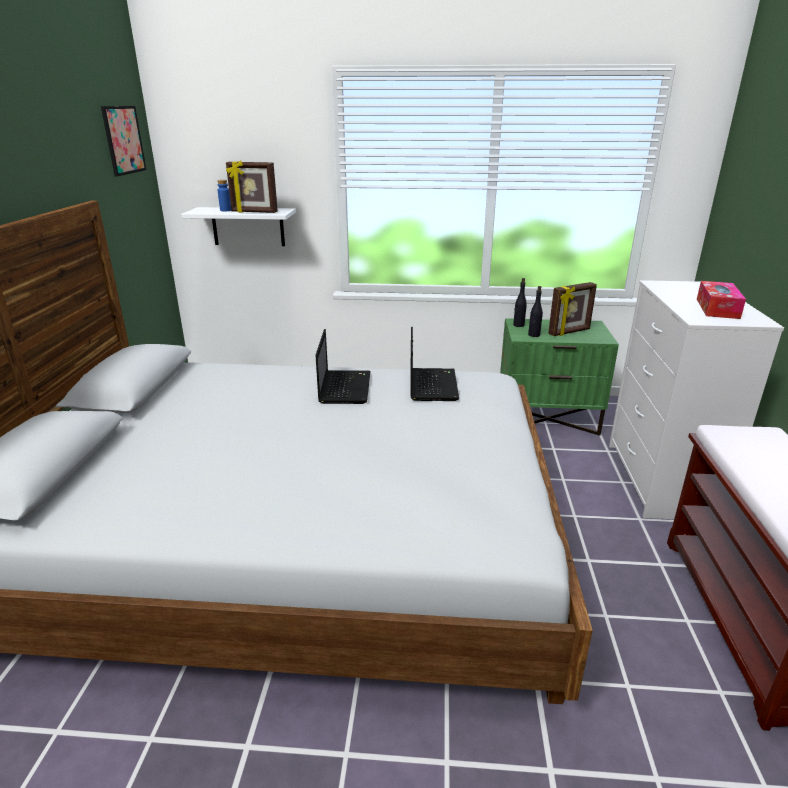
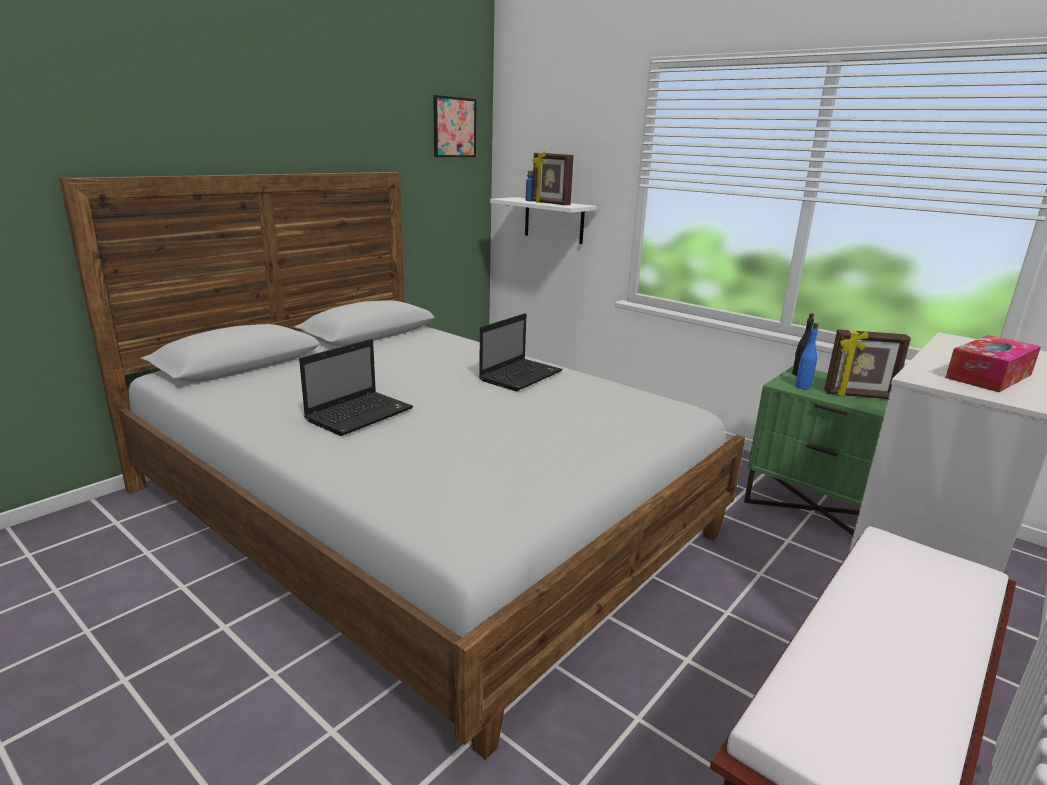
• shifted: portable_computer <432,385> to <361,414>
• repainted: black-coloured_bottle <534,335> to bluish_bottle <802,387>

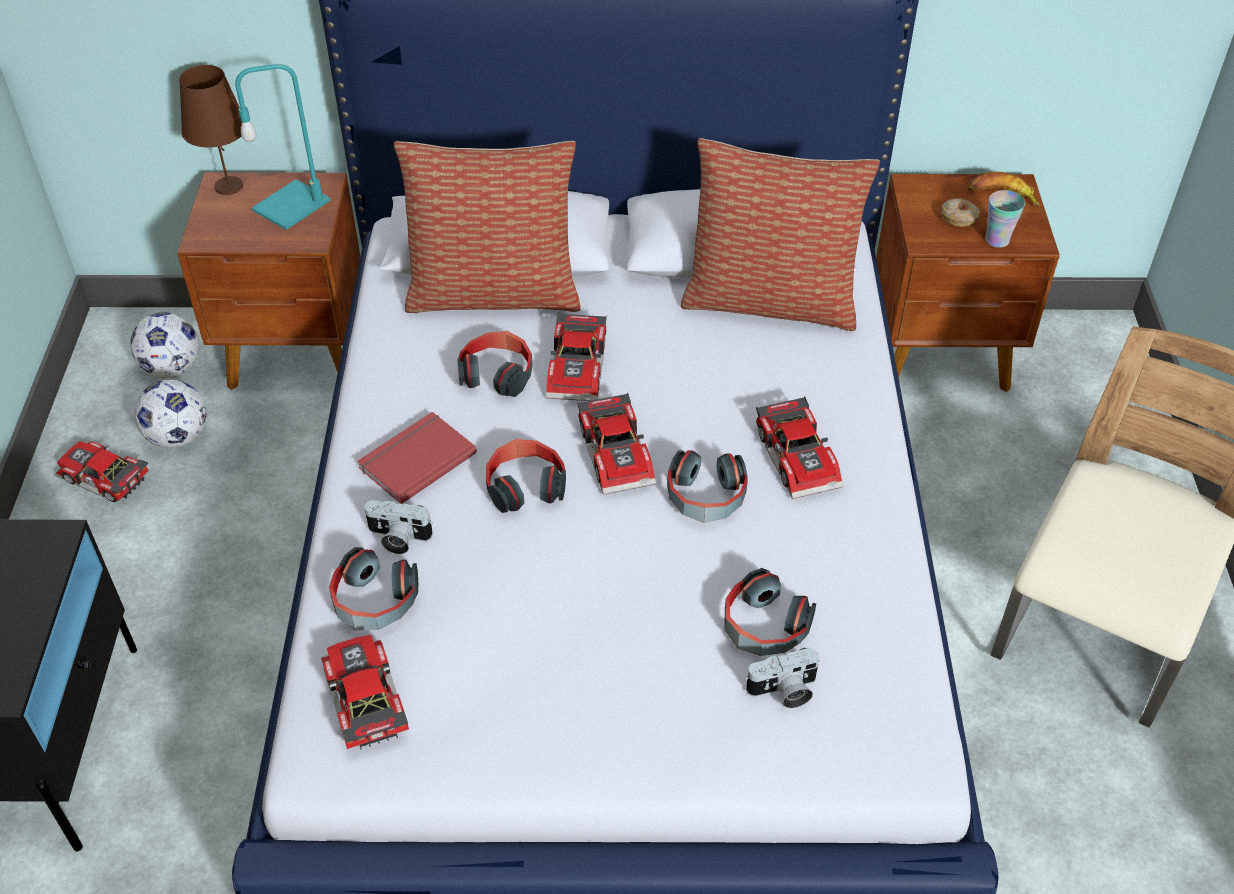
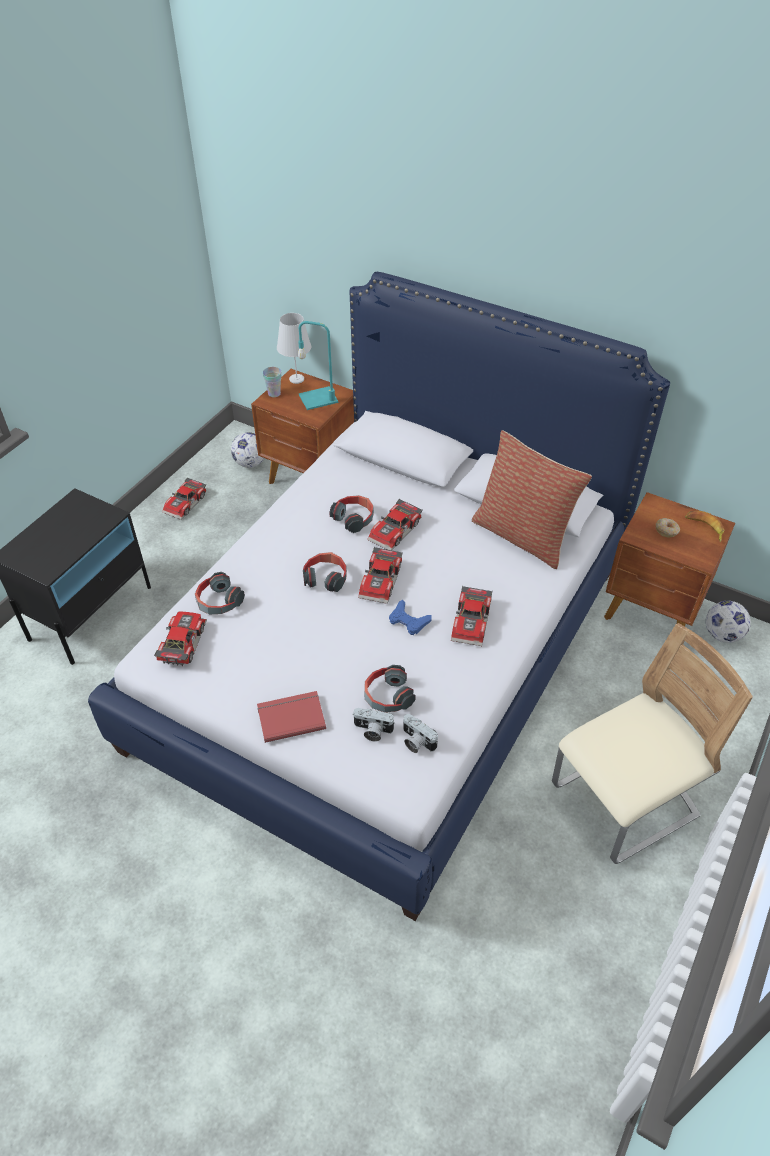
• gone: cushion <494,292>
• shifted: football_ball <178,437> to <722,634>
• shifted: red-coloured_book <415,459> to <290,716>
• shifted: still_camera <397,538> to <416,741>
• shifted: small_cup <997,240> to <274,393>
• swapped: headset <706,497> to bluish_game_controller <408,621>
• repainted: brown-coloured_tabletop_lamp <228,186> to white_tabletop_lamp <296,379>
• rotated: model_car <102,479> = <186,504> 120 degrees counterclockwise

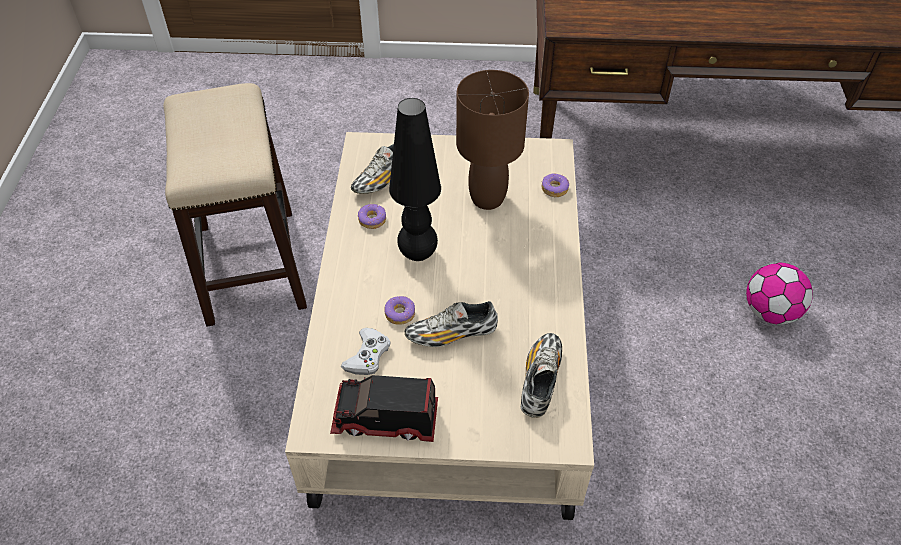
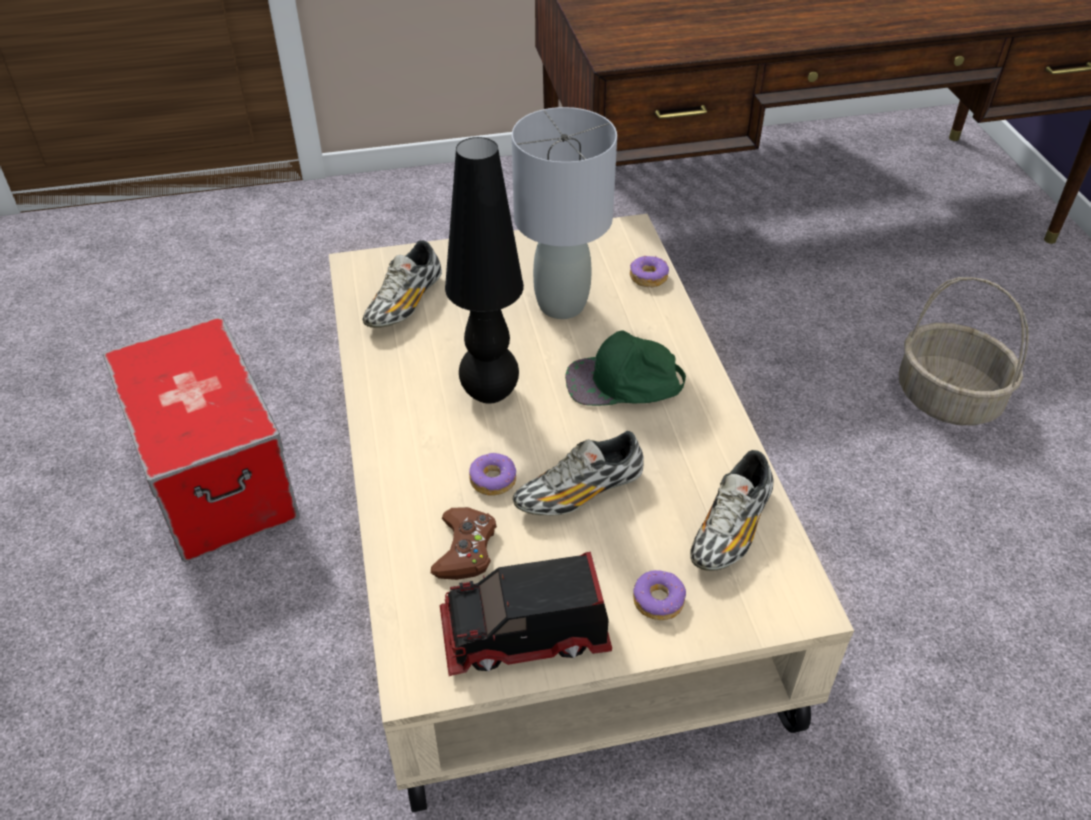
• new: green-coloured_baseball_cap <624,383>
• shifted: donut <372,220> to <658,600>
• swapped: stool_seat <251,264> to storage_bin <215,476>
• swapped: football_ball <770,312> to storage_basket <946,398>
• repainted: white_game_controller <367,356> to brown-coloured_game_controller <465,549>
• repainted: brown-coloured_tabletop_lamp <488,198> to grey_tabletop_lamp <562,304>
• rotated: item_of_footwear <540,380> = <731,529> 150 degrees counterclockwise

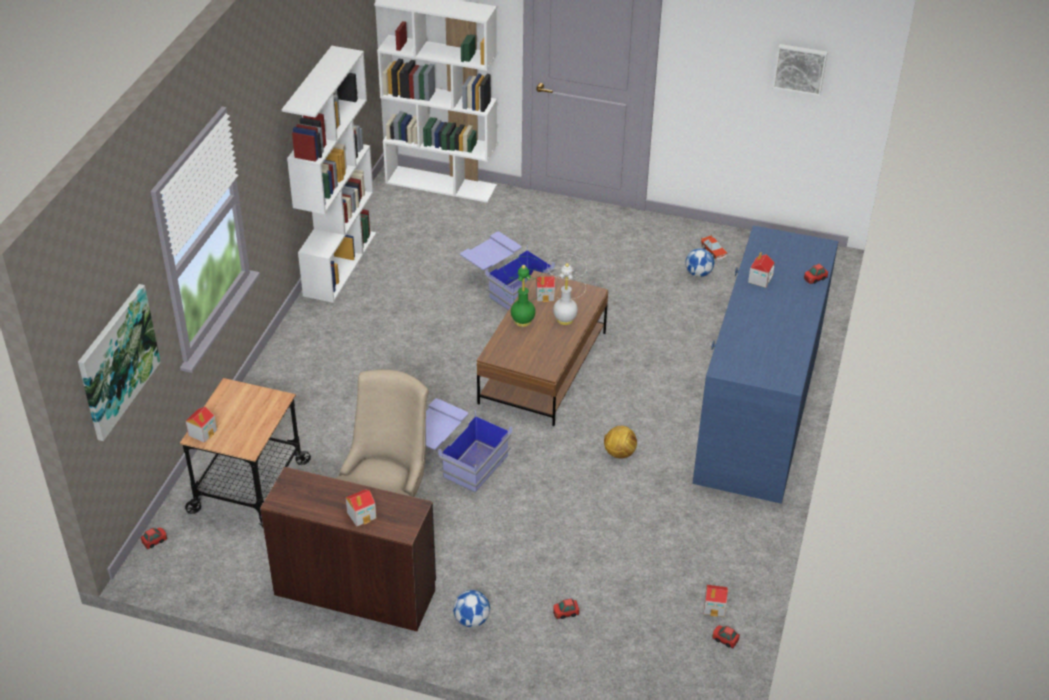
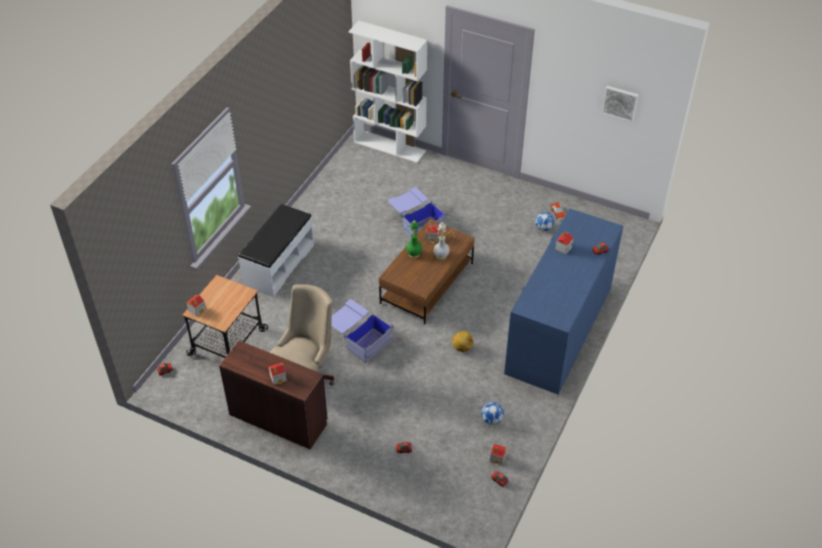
• gone: wall_picture <117,361>
• gone: white_bookcase <340,263>
• new: white_long_seat <278,265>
• shifted: football_ball <472,620> to <492,420>

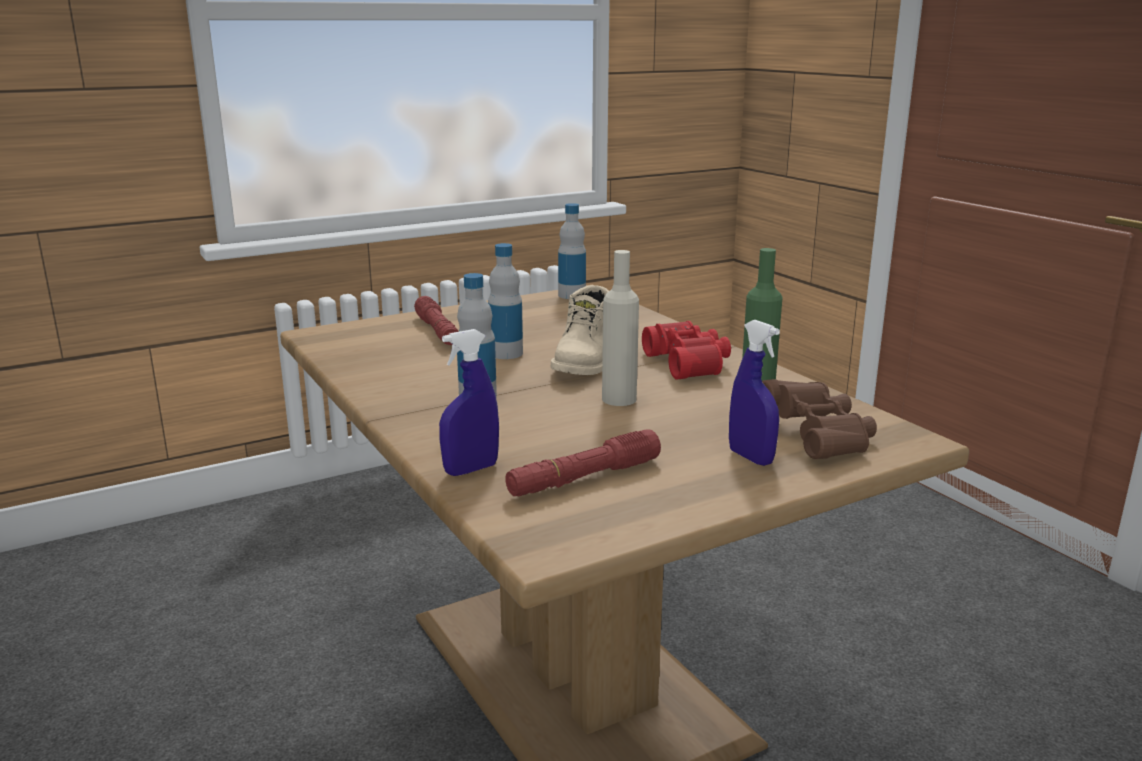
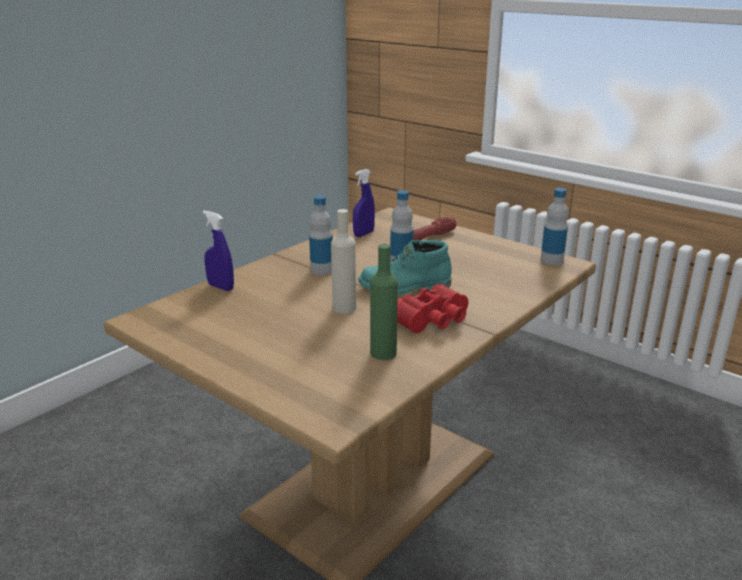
• gone: red-coloured_torch <584,478>
• gone: brown-coloured_field_glasses <818,439>
• shifted: bluish_spray_bottle <750,457> to <363,234>
• repainted: beige_high-top_boot <584,362> to turquoise_high-top_boot <405,288>

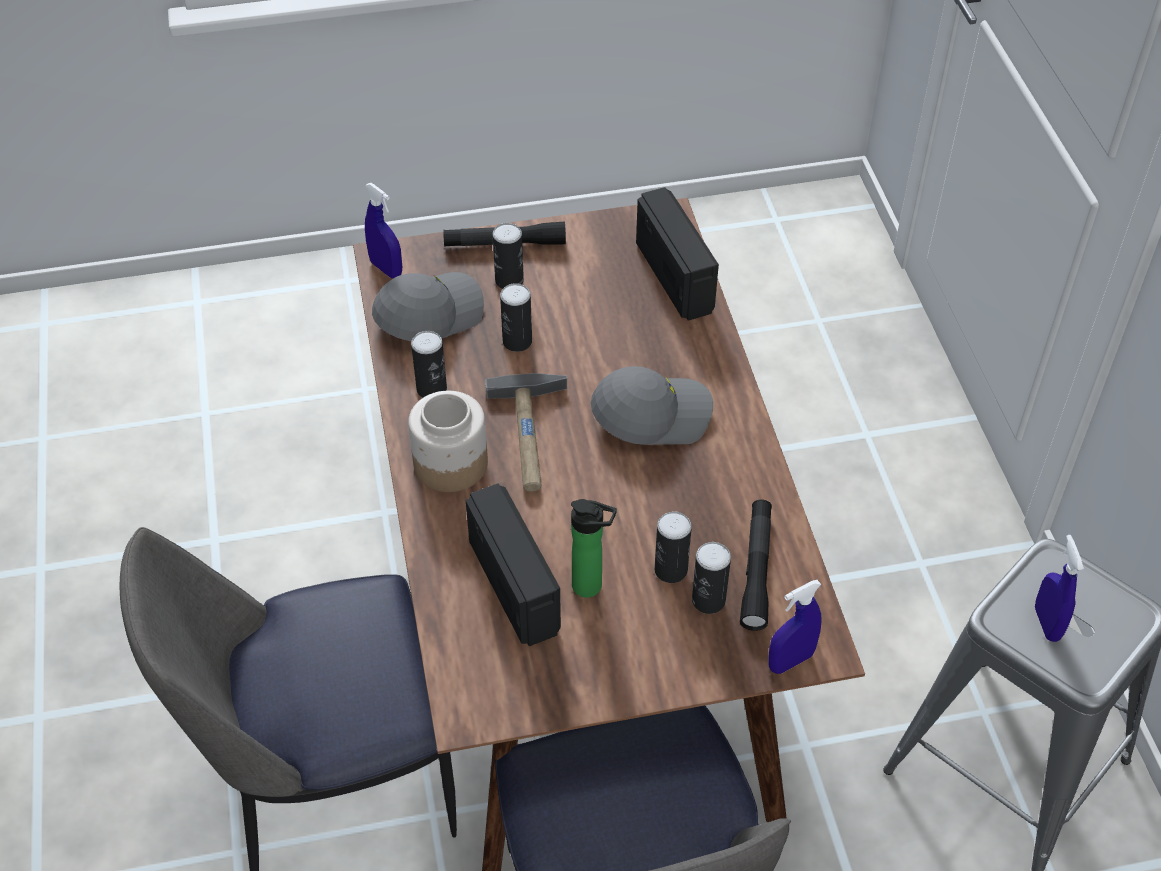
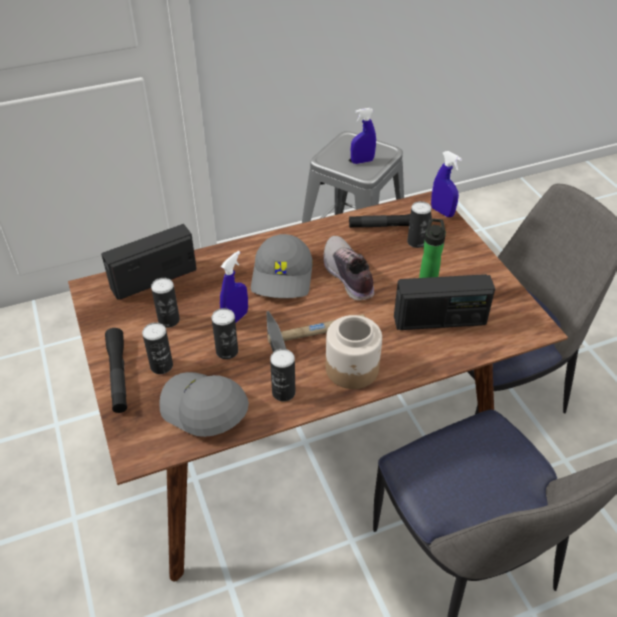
• new: item_of_footwear <347,276>
• shifted: bluish_spray_bottle <386,269> to <235,318>
• shifted: can <671,570> to <169,320>
• rotated: radio <515,586> = <439,320> 150 degrees counterclockwise
• rotated: grey_baseball_cap <651,414> = <283,277> 150 degrees counterclockwise

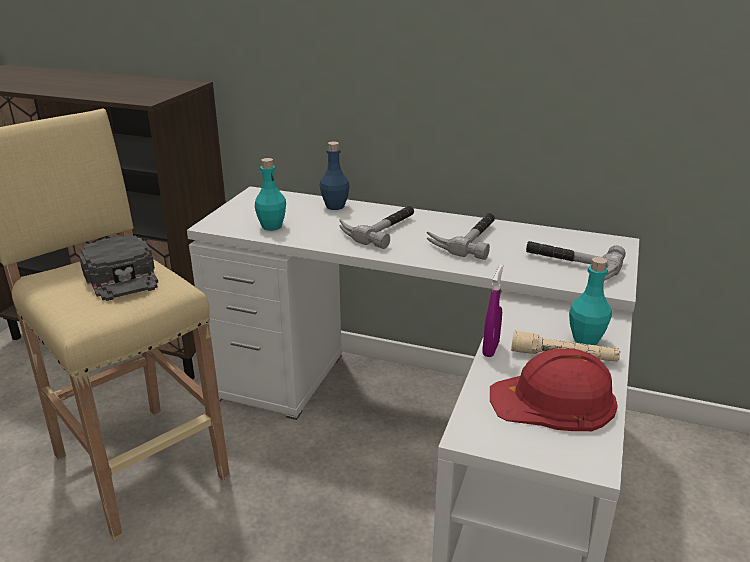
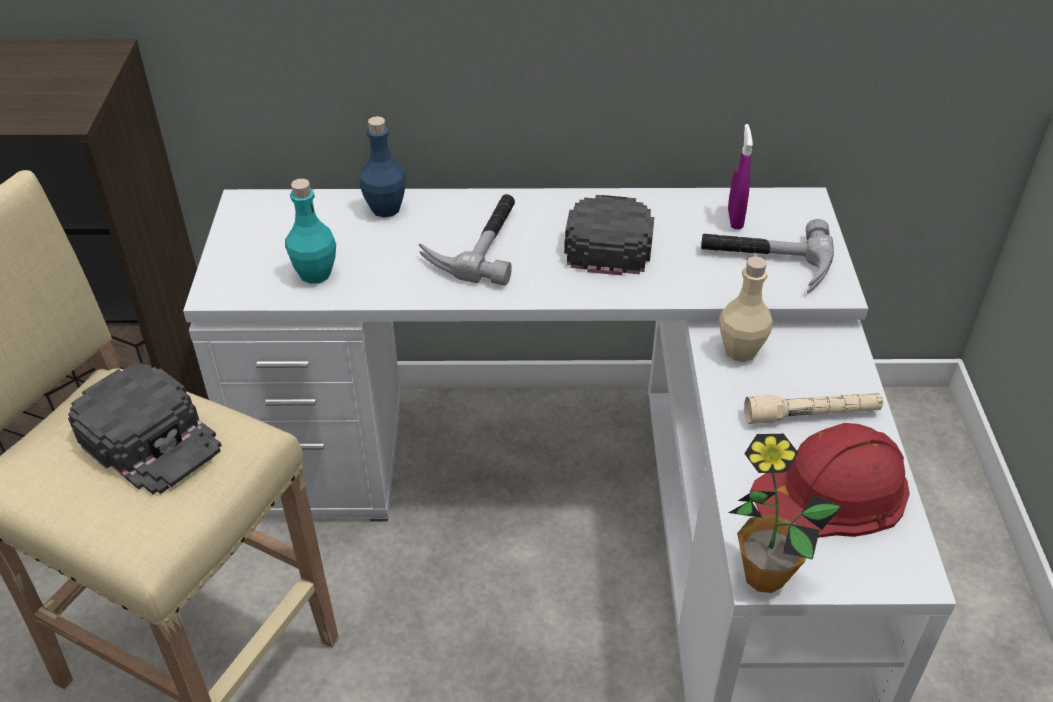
• gone: turquoise_bottle <586,339>
• new: beige_bottle <740,351>
• new: houseplant <764,575>
• shifted: purple_spray_bottle <490,349> to <735,219>
• swapped: hand_hammer <467,239> to black-coloured_baseball_cap <609,237>

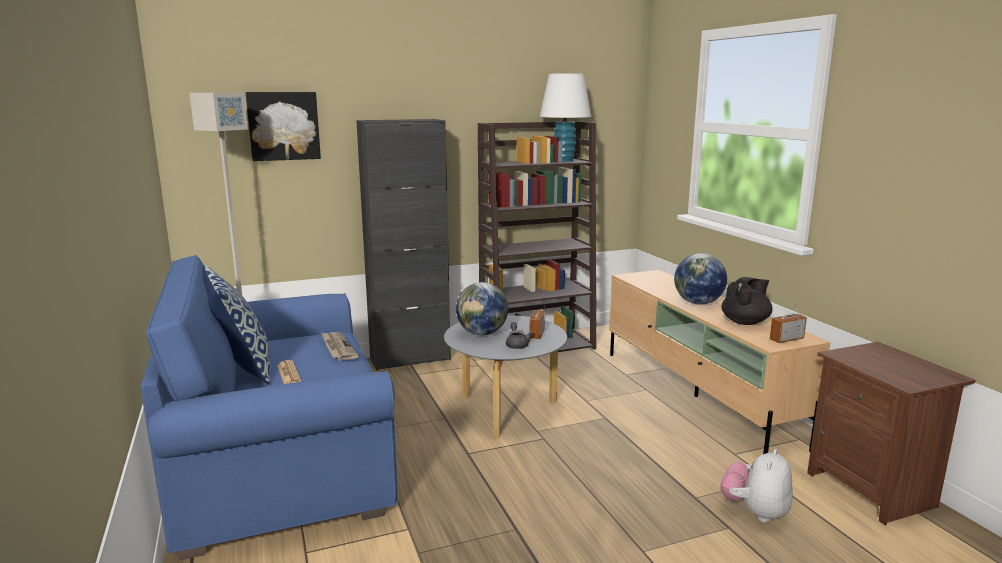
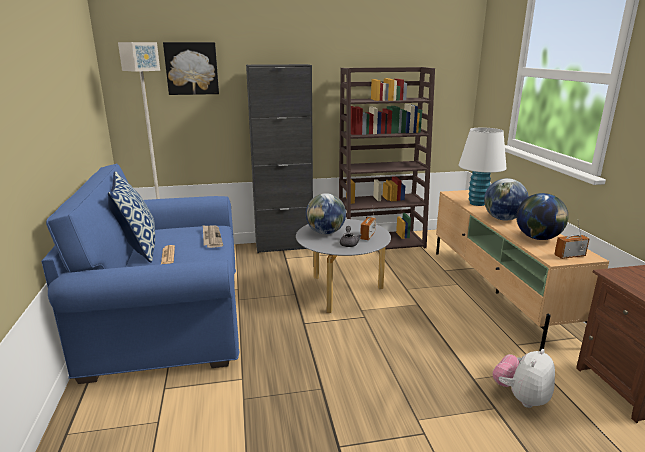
• shifted: white_tabletop_lamp <564,160> to <477,203>
• swapped: black-coloured_teapot <745,322> to globe <538,238>

